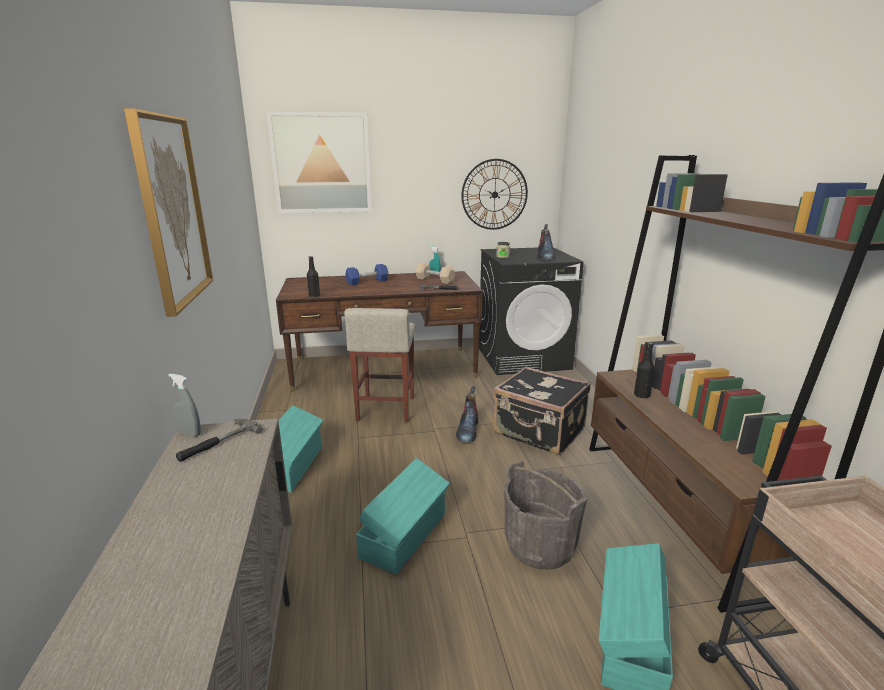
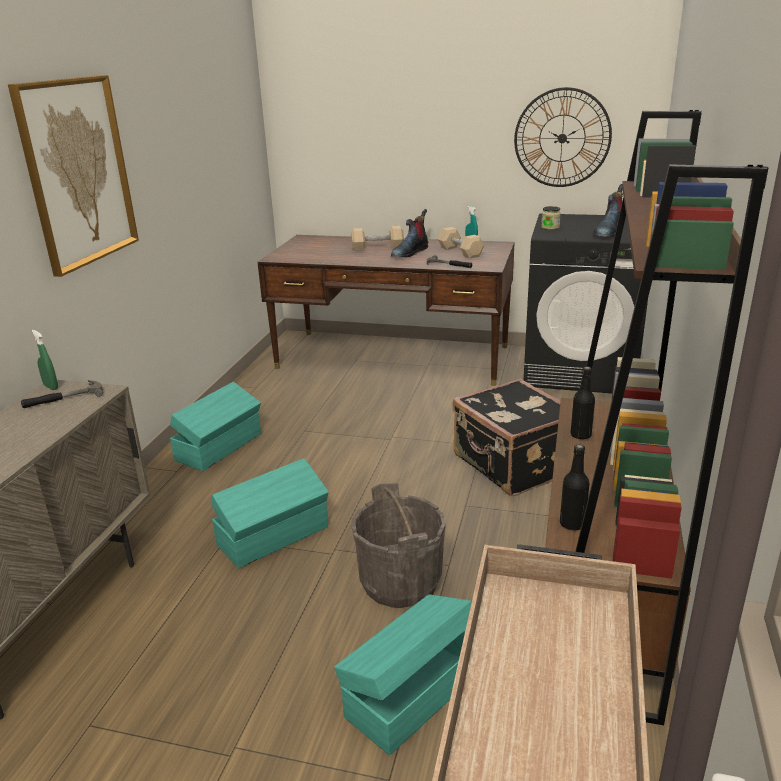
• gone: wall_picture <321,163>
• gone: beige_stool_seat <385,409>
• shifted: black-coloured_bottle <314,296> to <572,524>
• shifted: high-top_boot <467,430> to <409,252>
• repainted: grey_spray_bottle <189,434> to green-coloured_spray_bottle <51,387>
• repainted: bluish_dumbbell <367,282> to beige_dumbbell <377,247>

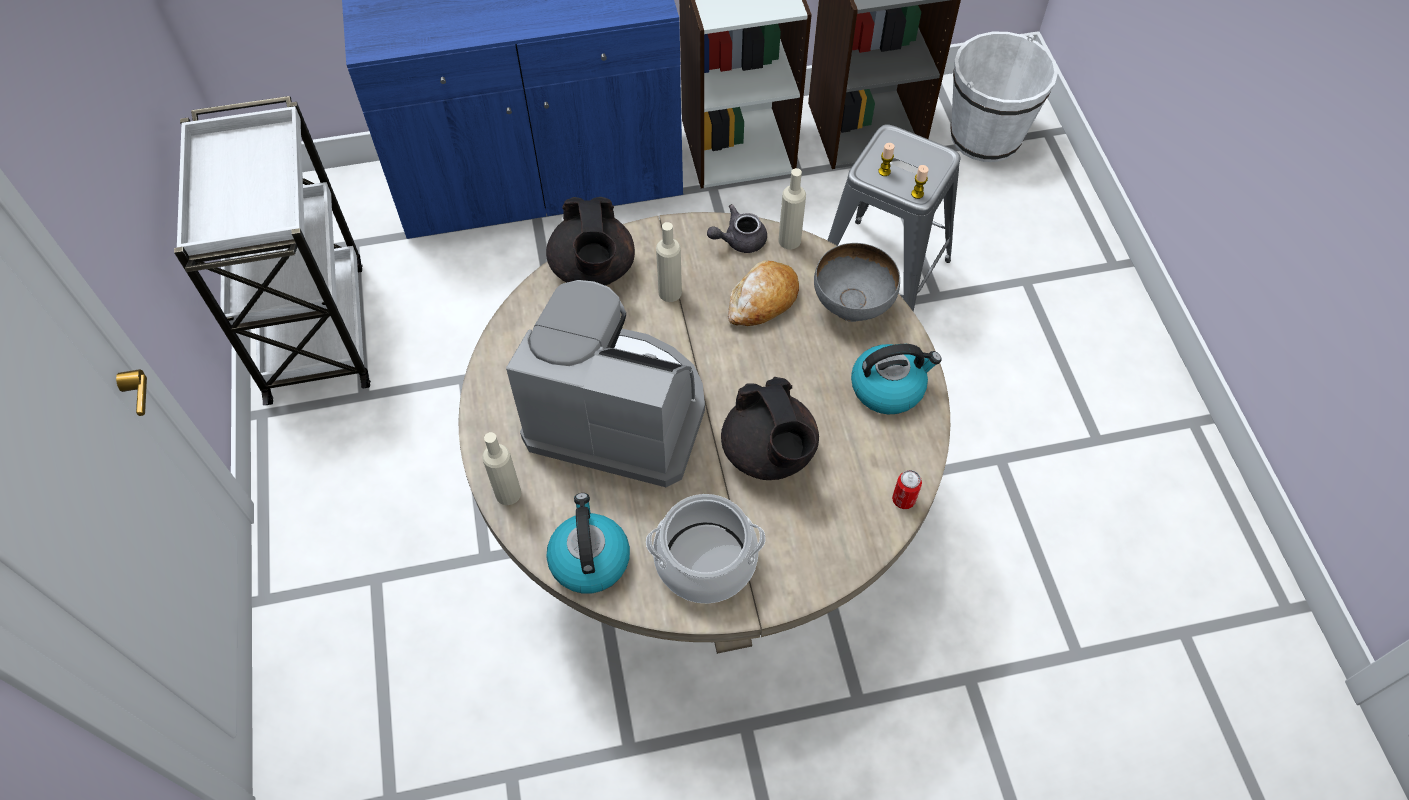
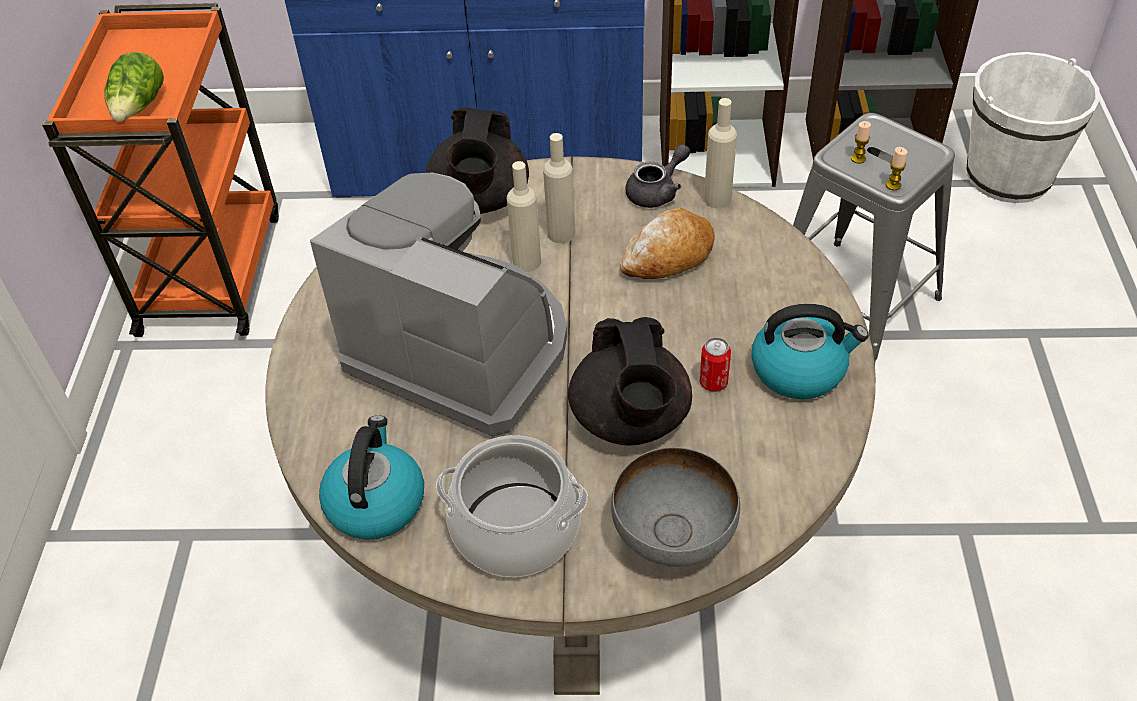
• new: lettuce <139,107>
• shifted: beige_bottle <508,493> to <527,262>
• shifted: grey_bowl <852,306> to <674,540>
• shifted: can <903,499> to <713,382>
• repainted: white_wheeled_cart <315,328> to orangey_wheeled_cart <211,270>
• rotated: grey_teapot <739,240> = <657,191> 150 degrees clockwise

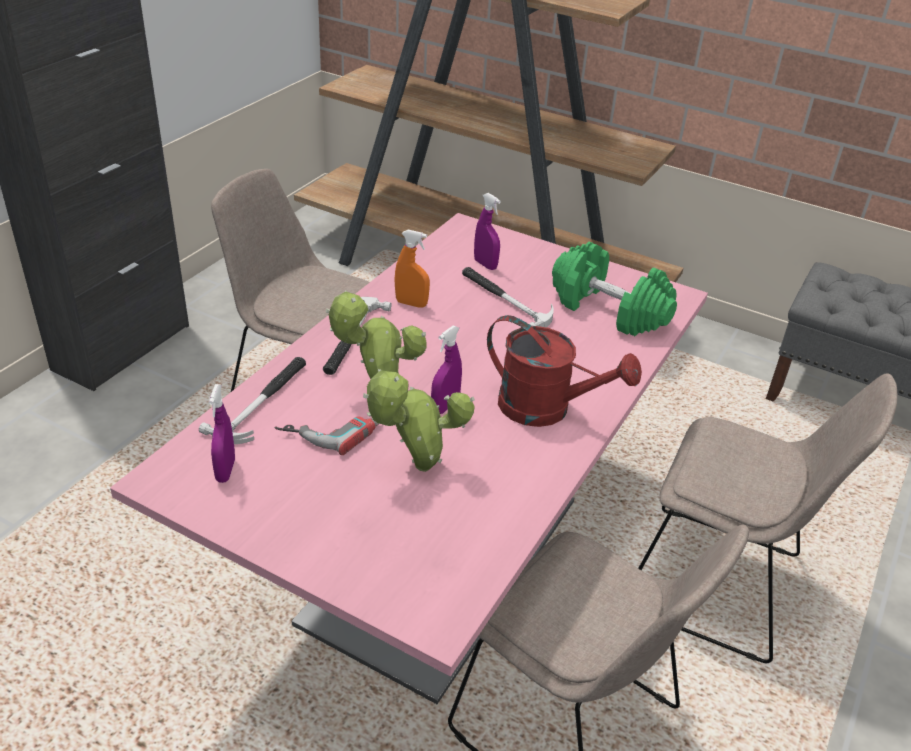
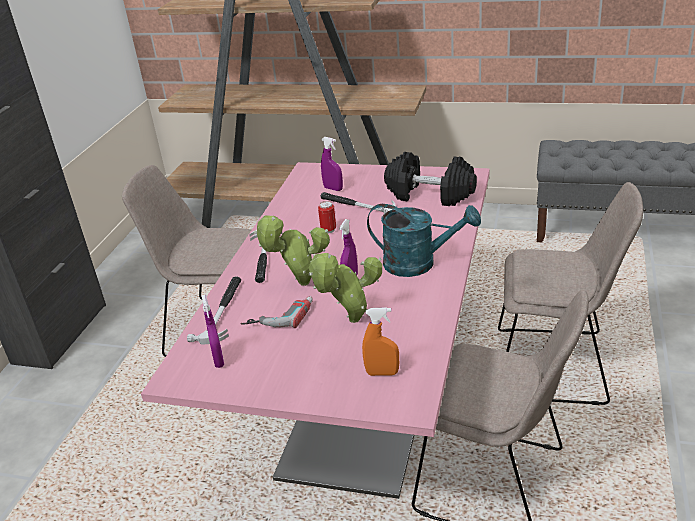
• new: can <328,230>
• shifted: orangey_spray_bottle <411,303> to <382,373>
• repainted: red-coloured_watering_pot <546,409> to turquoise_watering_pot <419,263>
• repainted: green-coloured_dumbbell <608,310> to black-coloured_dumbbell <429,195>

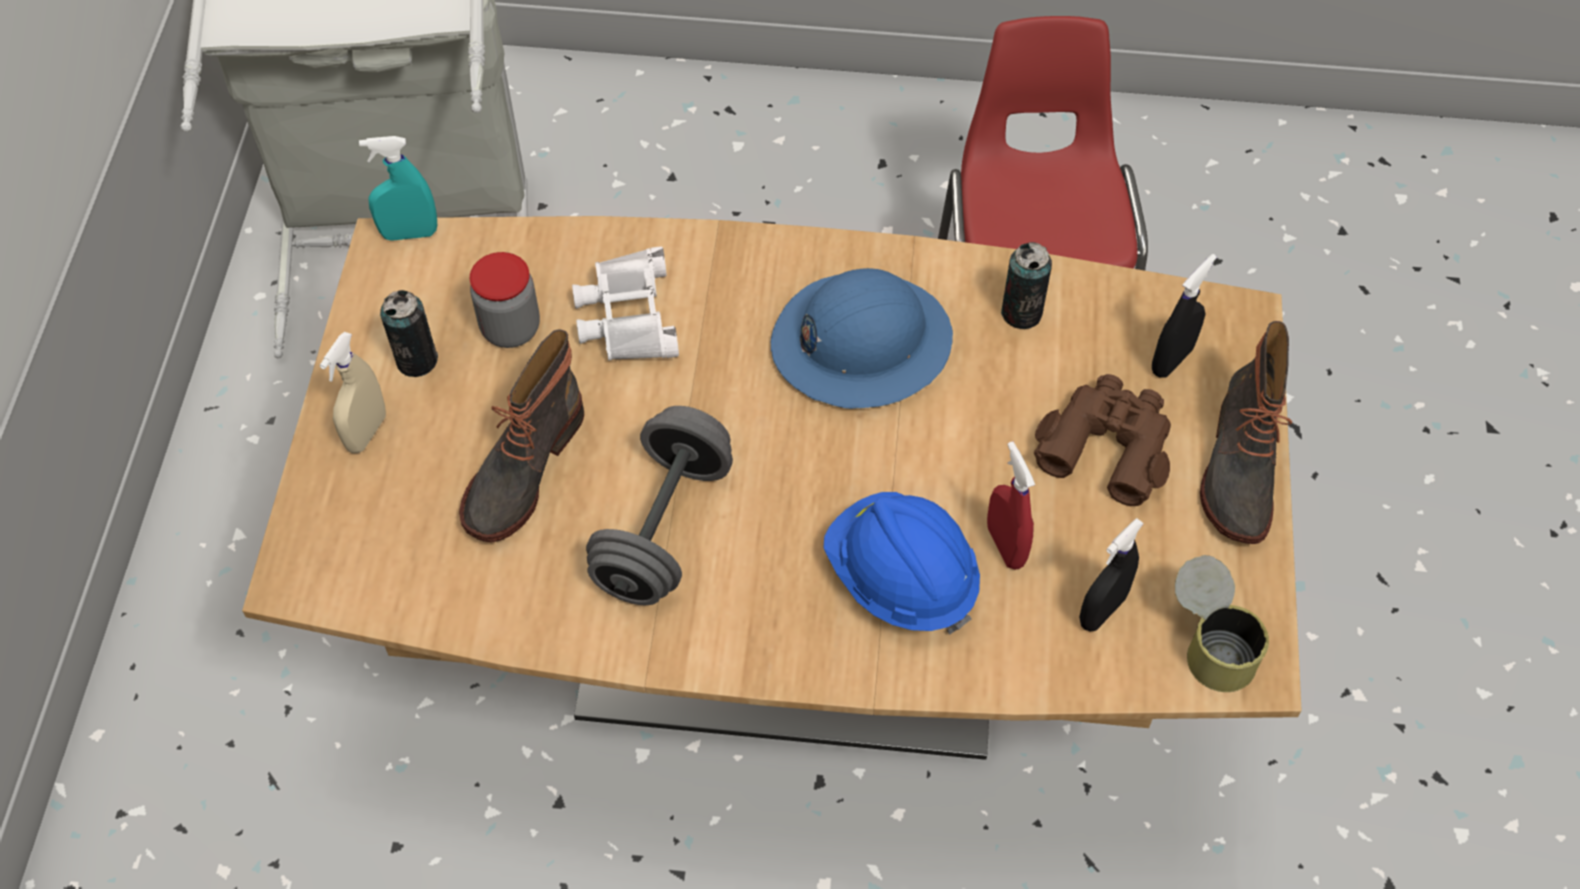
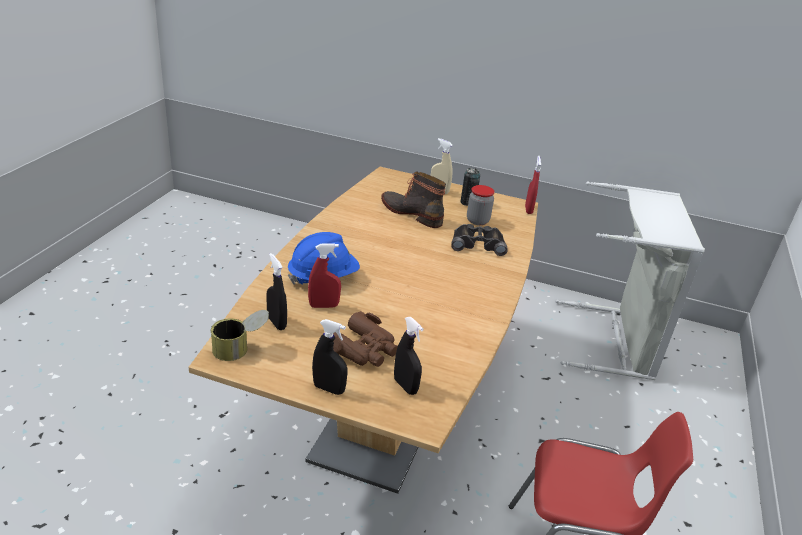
• gone: grey_dumbbell <663,528>
• gone: bluish_hard_hat <860,342>
• gone: can <1021,313>
• swapped: high-top_boot <1237,468> to black-coloured_spray_bottle <329,389>
• repainted: turquoise_spray_bottle <409,233> to red-coloured_spray_bottle <528,209>
• repainted: white_field_glasses <626,315> to black-coloured_field_glasses <478,244>

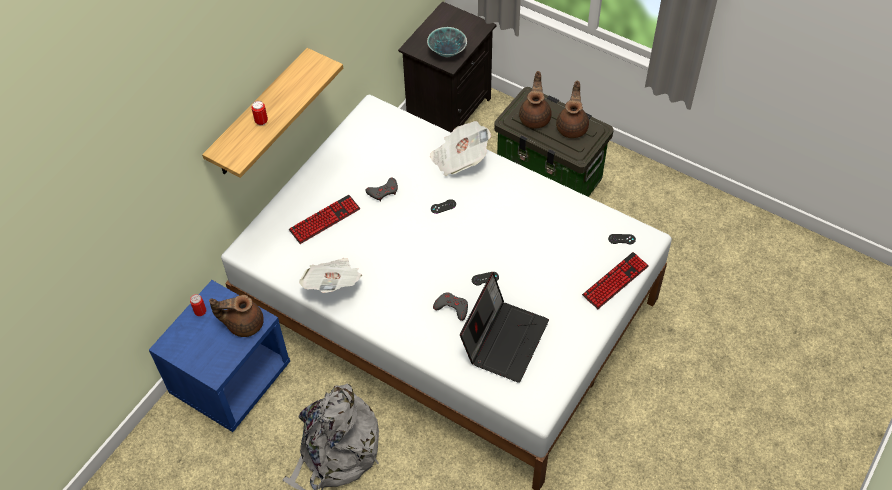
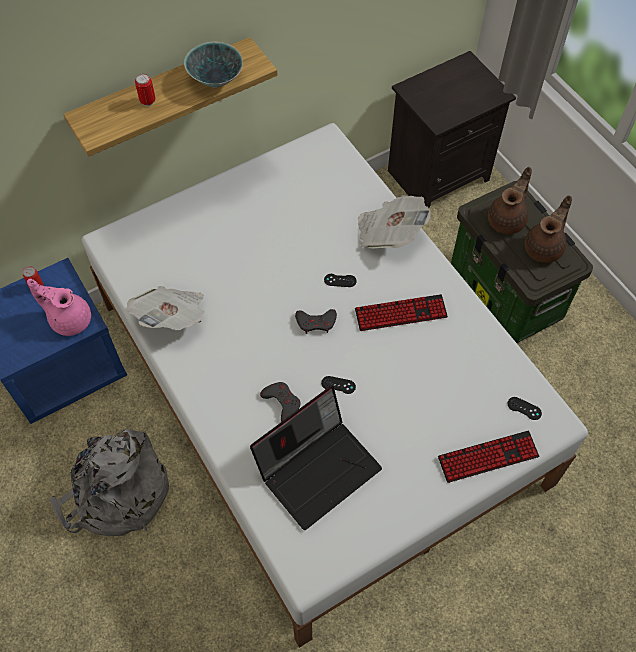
• shifted: computer_keyboard <324,220> to <400,313>
• shifted: grey_game_controller <383,191> to <316,322>
• shifted: bowl <447,52> to <215,80>
• repainted: brown-coloured_teapot <243,323> to pinkish_teapot <69,319>

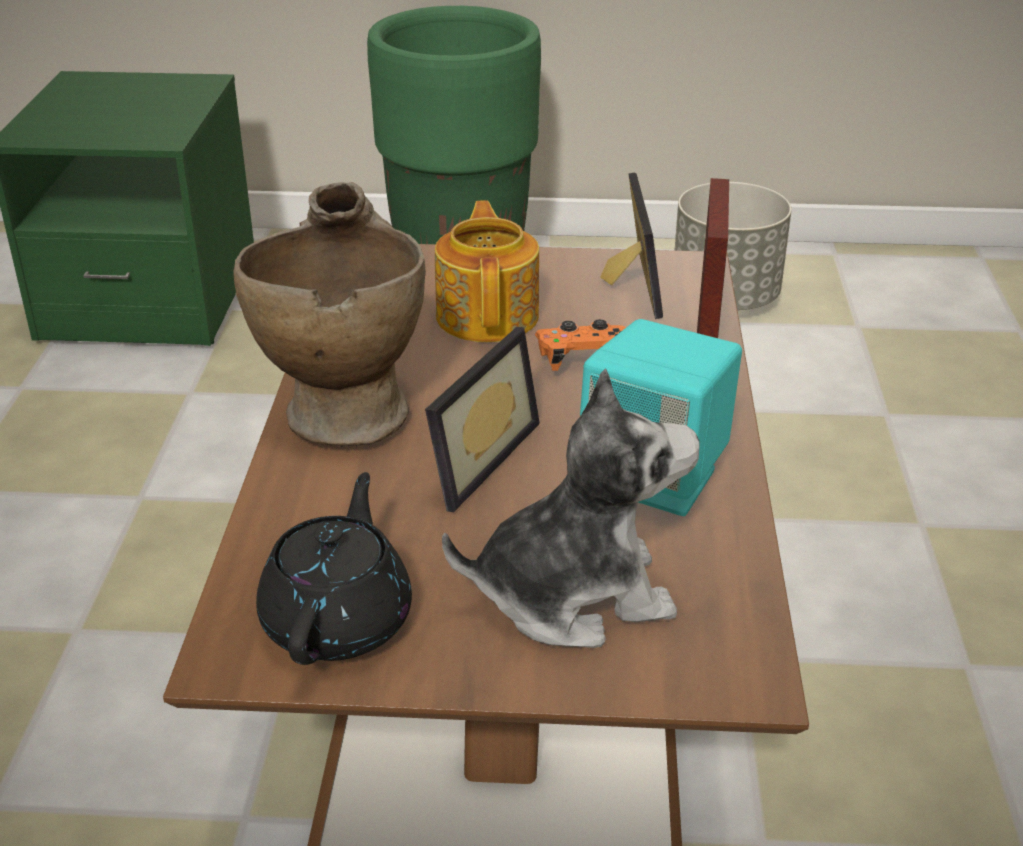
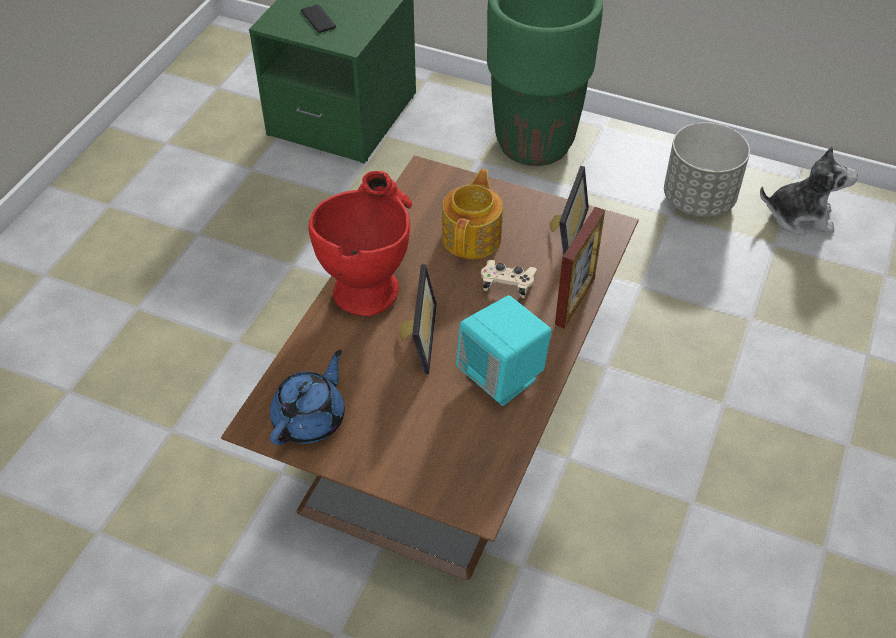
• new: phone <318,19>
• shifted: soft_toy <574,595> to <799,216>
• repainted: beige_decorative_vase <344,403> to red-coloured_decorative_vase <368,282>
• repainted: black-coloured_teapot <339,620> to bluish_teapot <310,419>
• repainted: orangey_game_controller <583,360> to beige_game_controller <507,284>
• rotated: standing_frame <470,458> = <415,337> 45 degrees counterclockwise

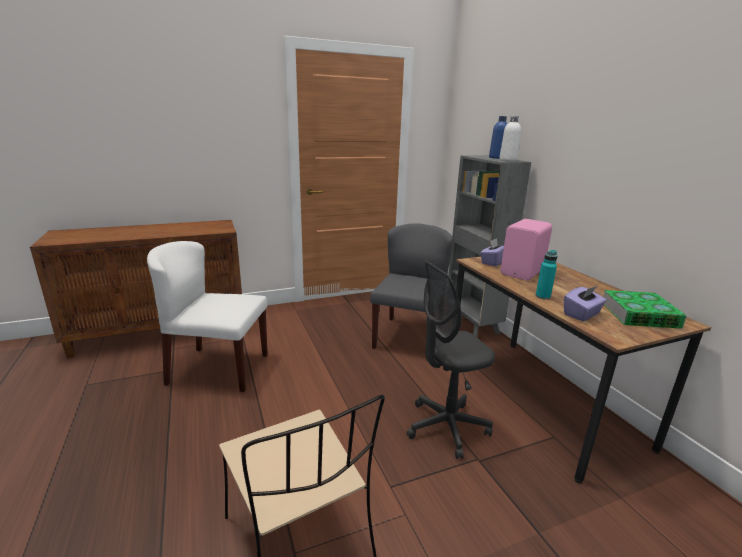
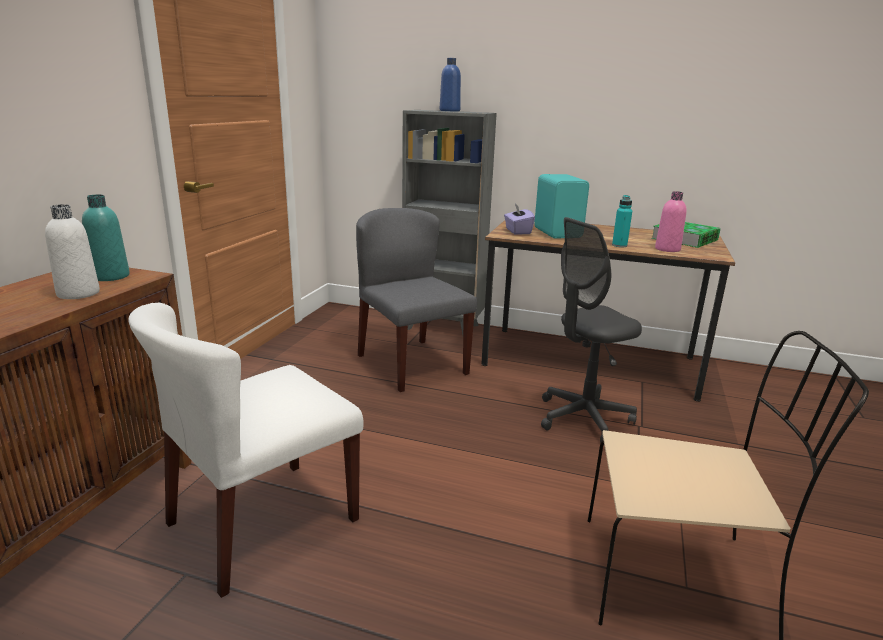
• new: turquoise_bottle <110,276>
• shifted: white_bottle <508,160> to <78,293>
• swapped: purple_box_of_tissues <582,314> to pinkish_bottle <667,249>
• repainted: pinkish_speaker <523,272> to turquoise_speaker <558,233>
• rotated: grey_office_chair <446,427> = <583,418> 45 degrees clockwise

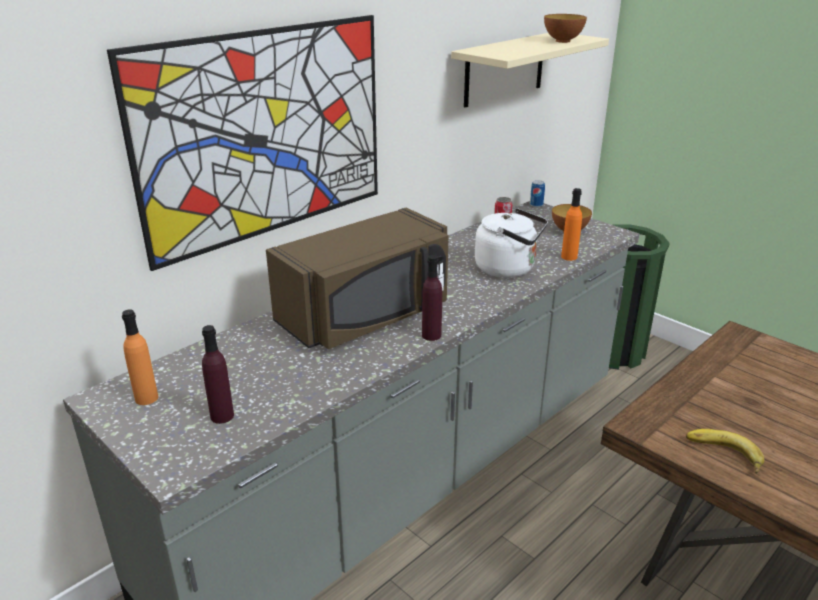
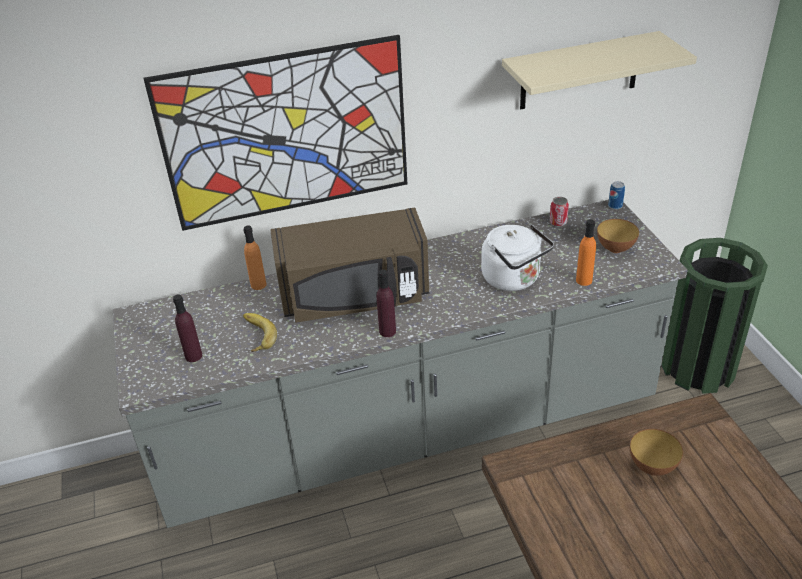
• shifted: orangey_bottle <146,398> to <258,285>
• shifted: bowl <562,41> to <652,466>
• shifted: banana <723,455> to <255,335>

